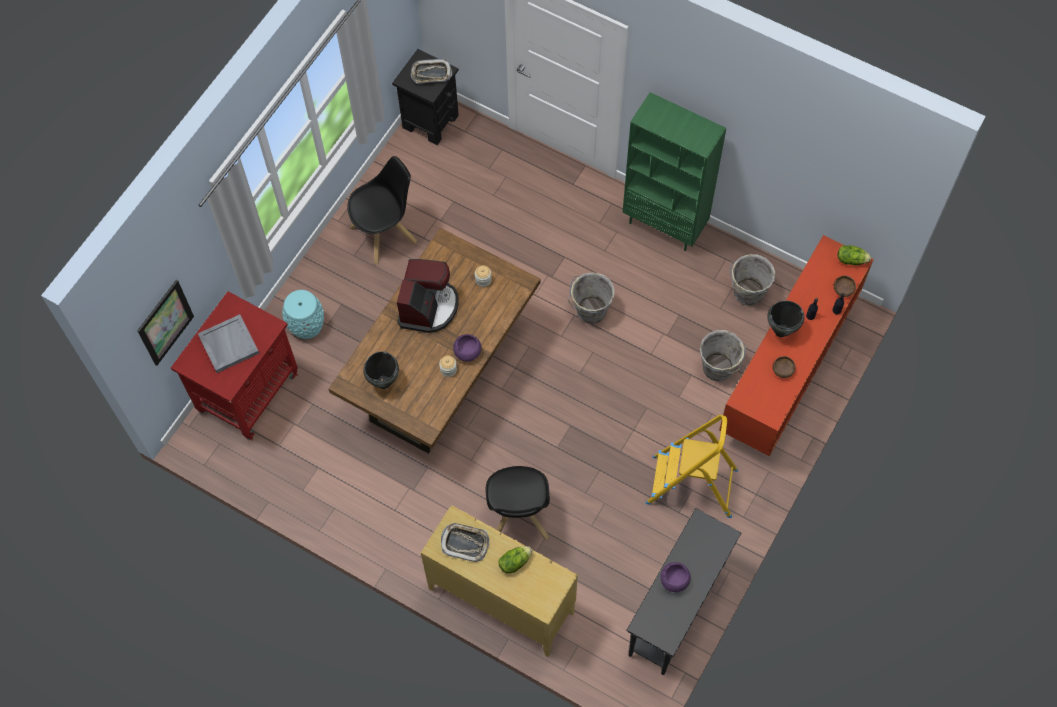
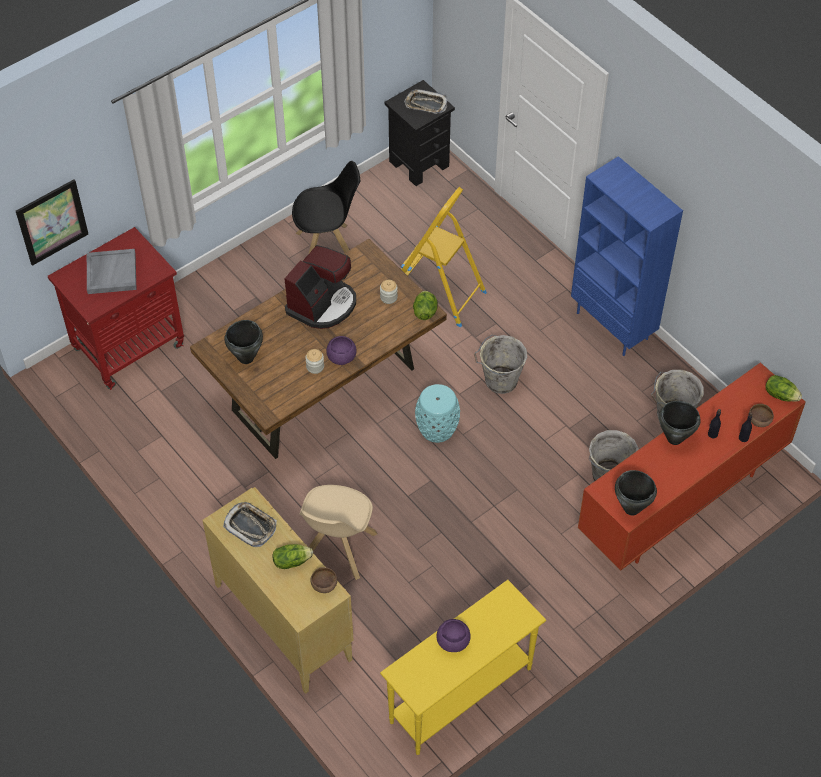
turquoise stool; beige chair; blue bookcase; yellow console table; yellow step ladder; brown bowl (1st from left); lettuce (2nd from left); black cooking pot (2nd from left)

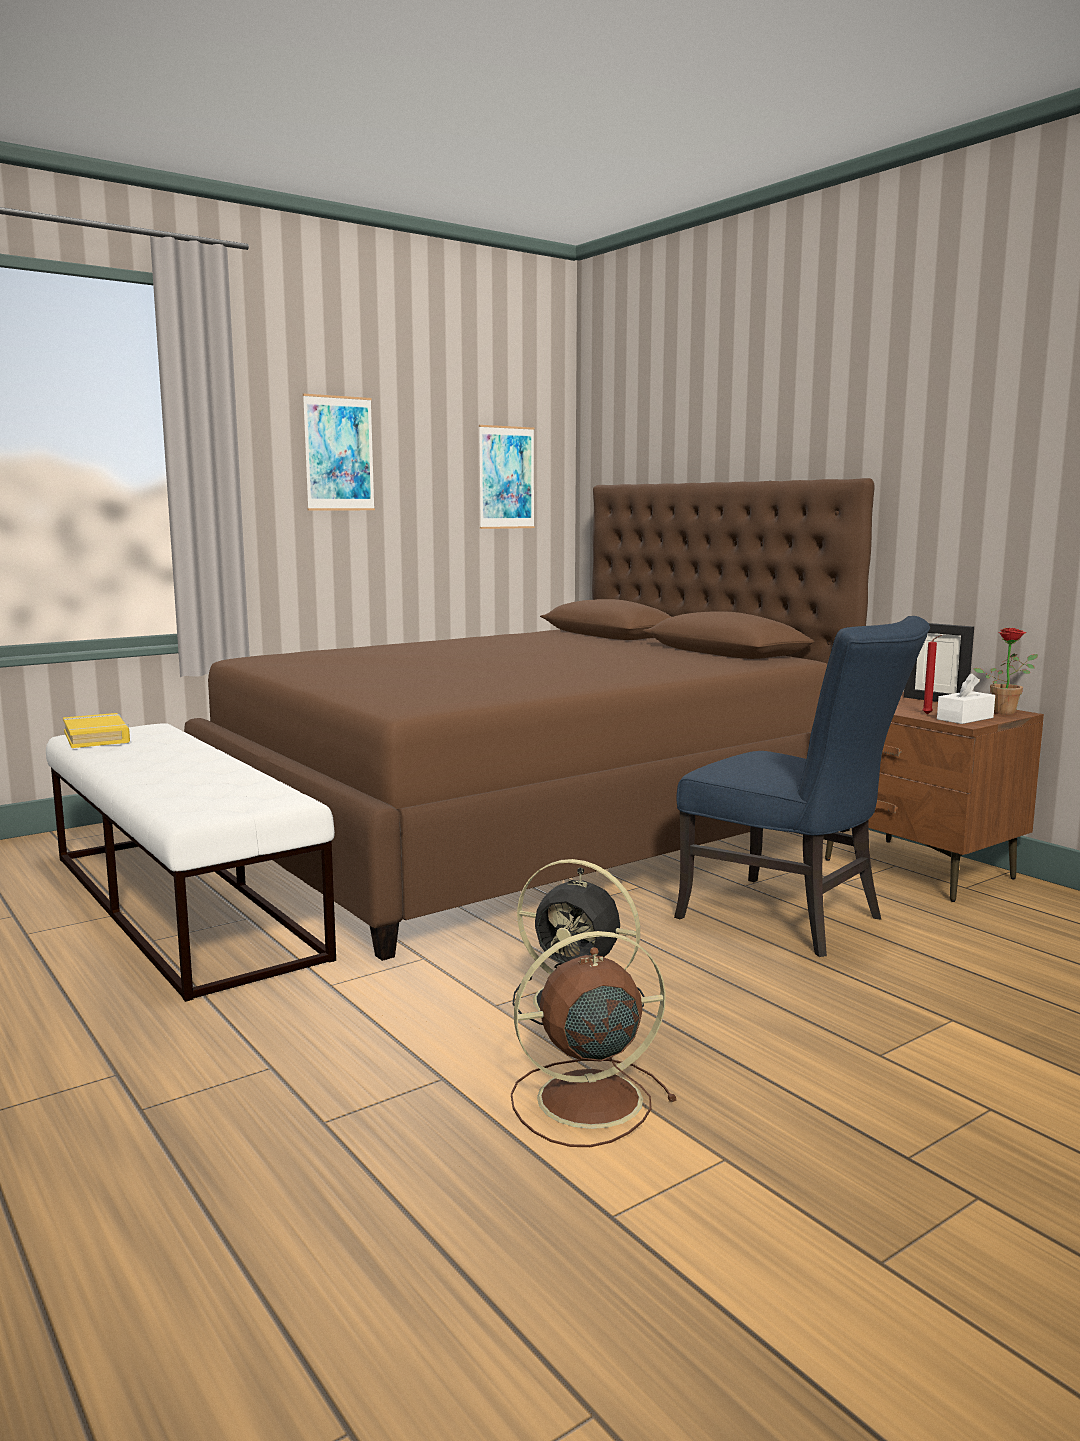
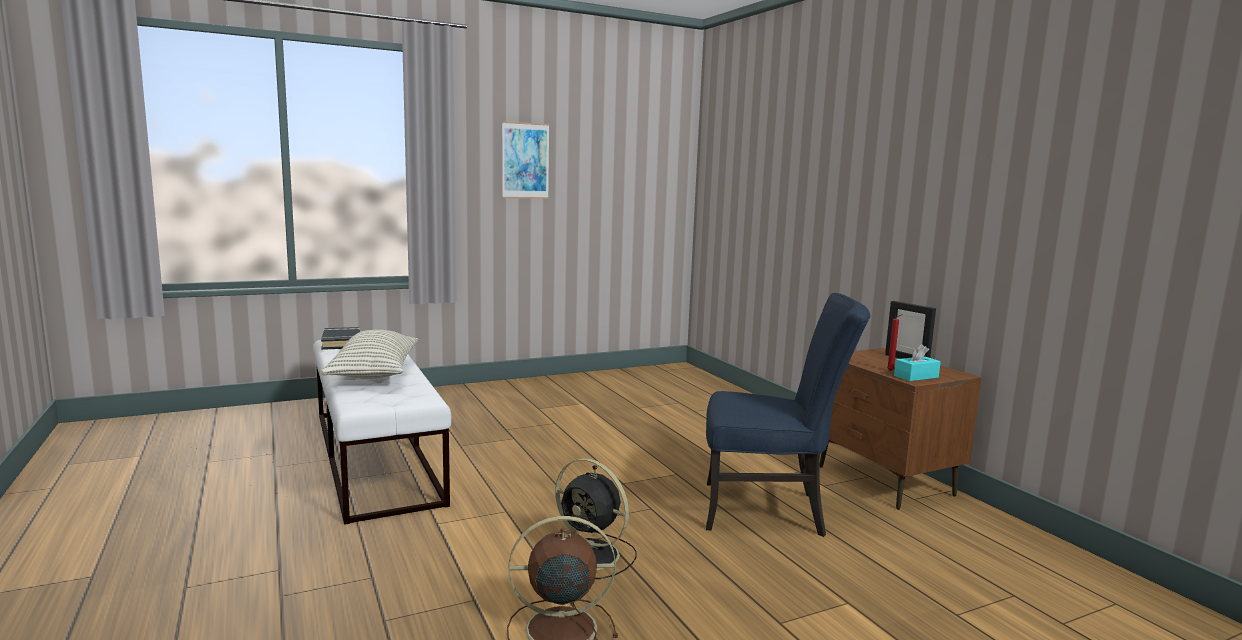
black book; brown bed; picture (2nd from left in the first image); blue chair; turquoise tissue box; potted plant; pillow

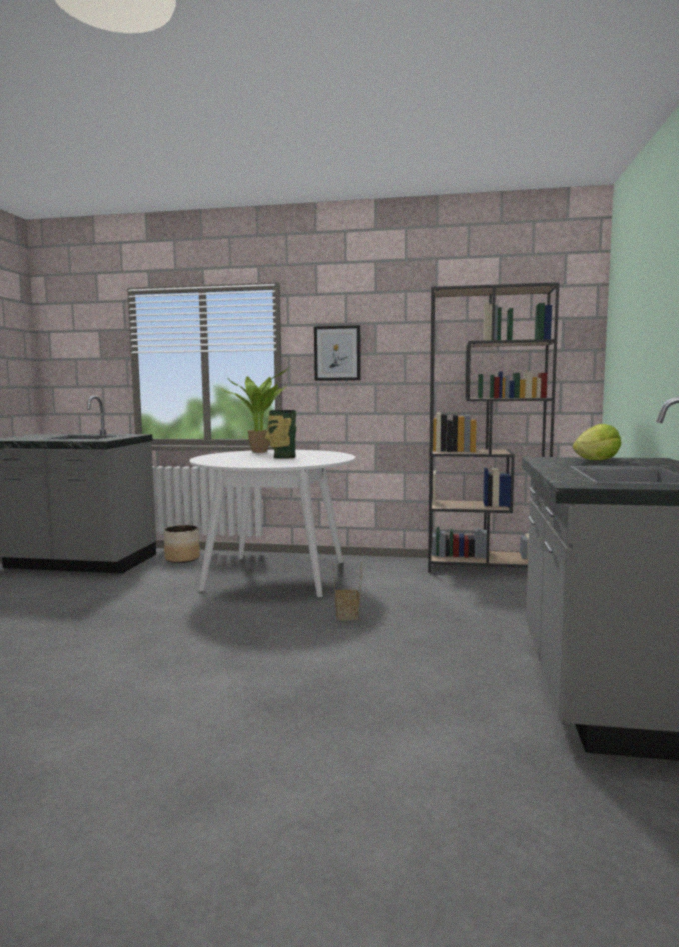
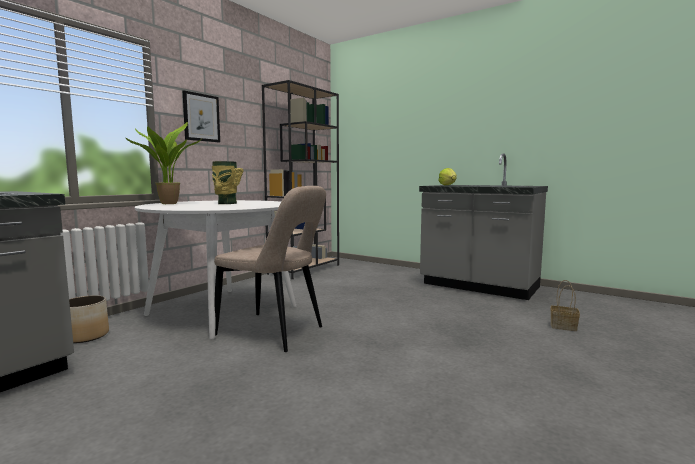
basket; beige chair

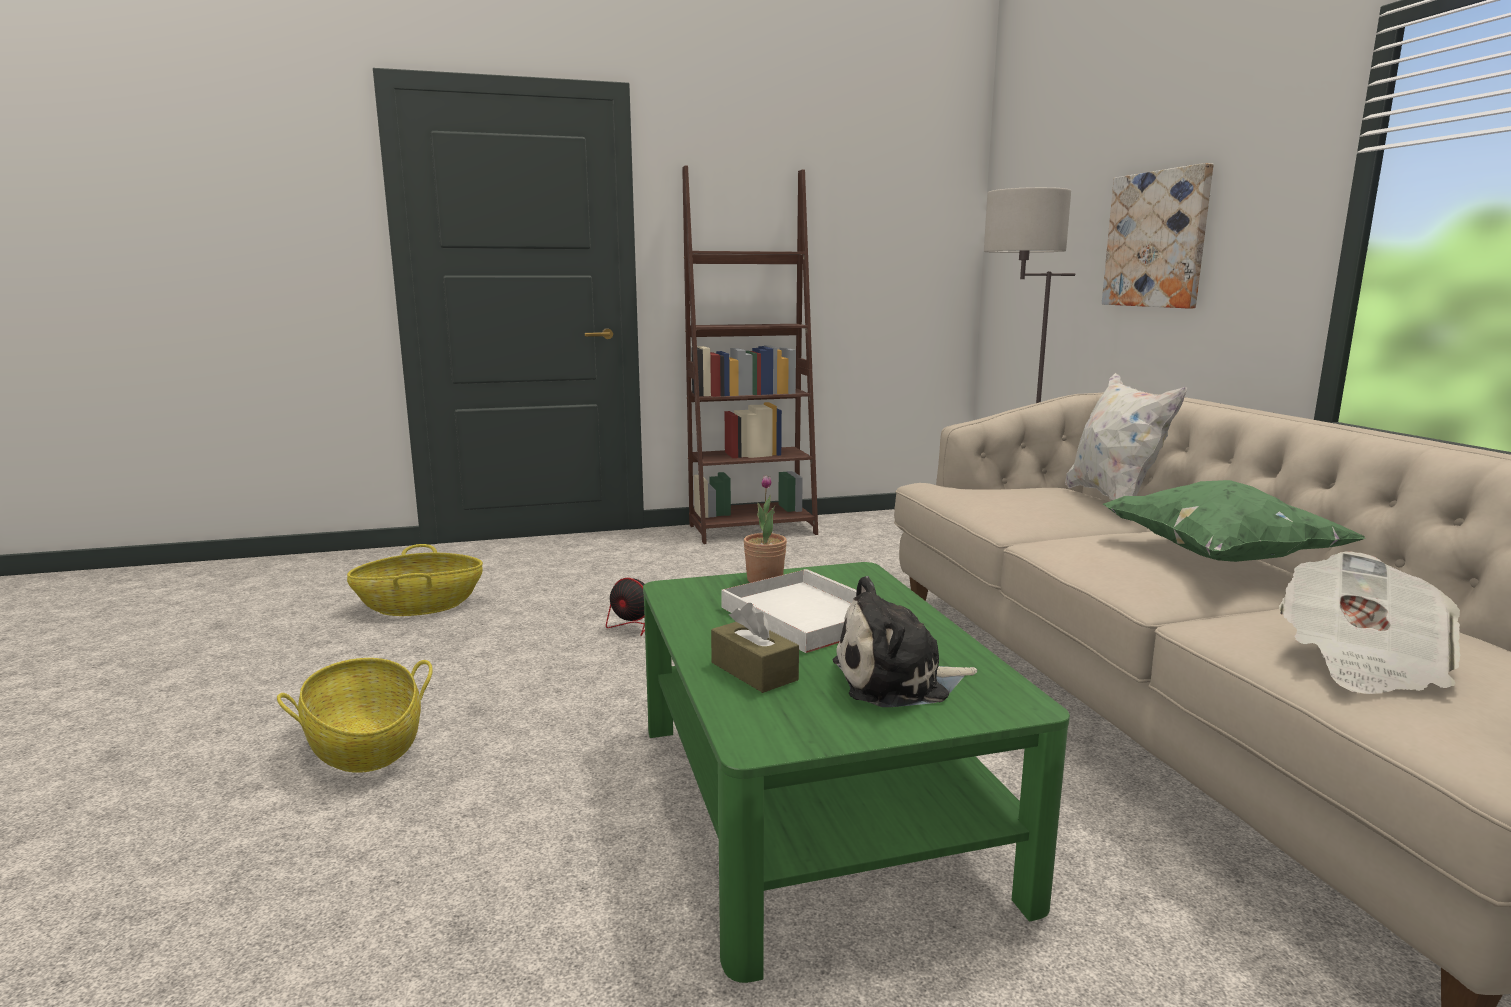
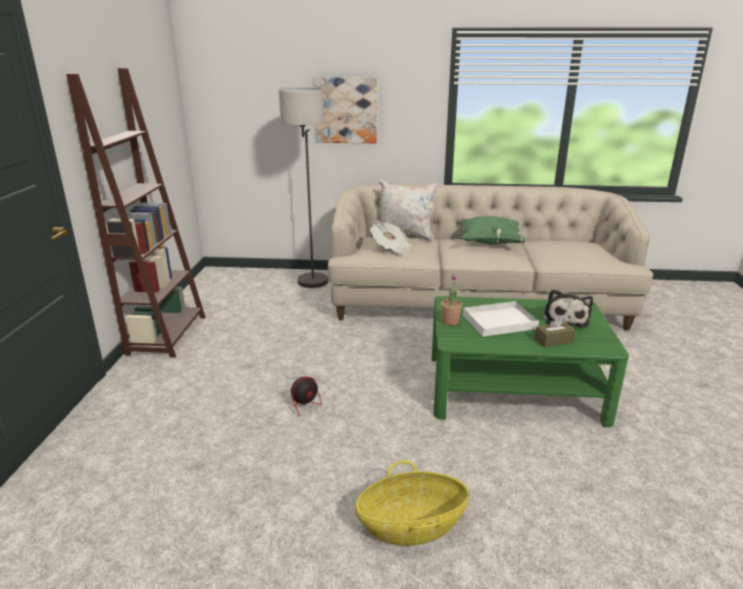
basket (2nd from left in the first image); newspaper

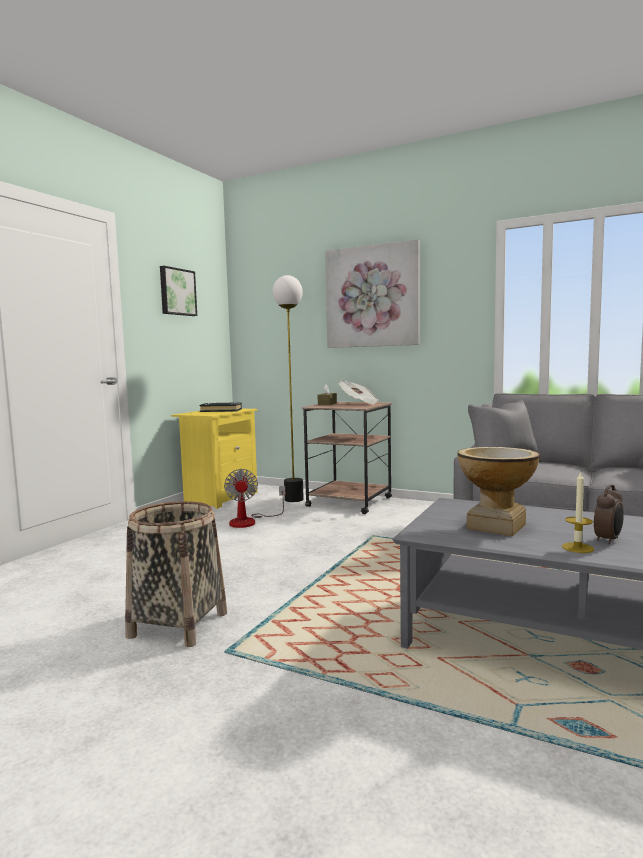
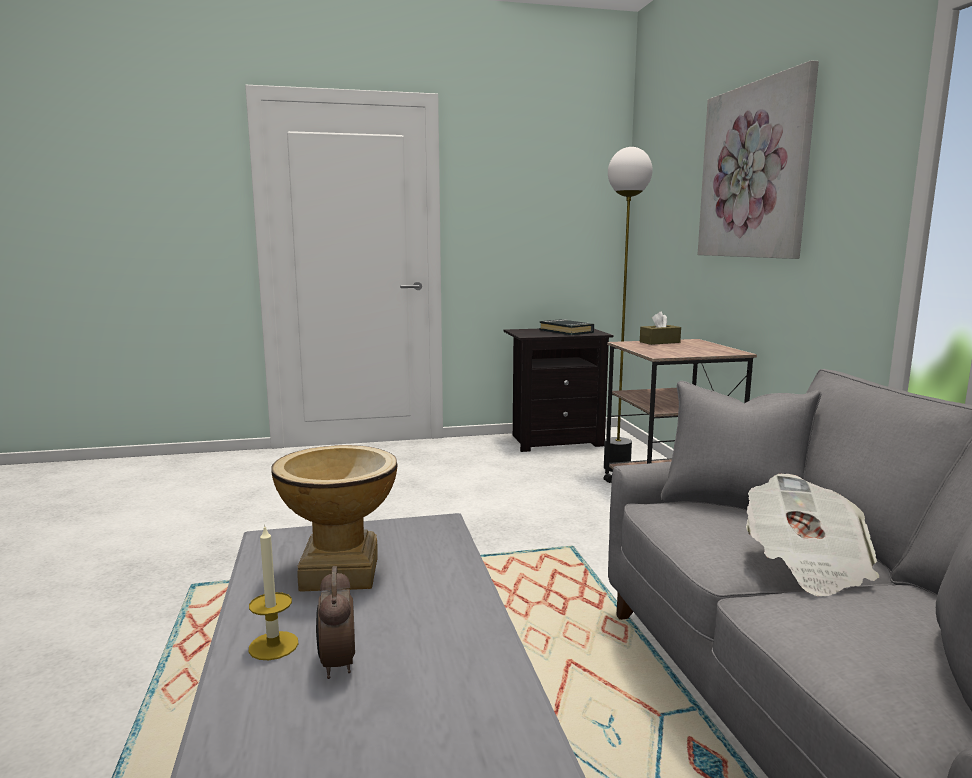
basket; picture (1st from left in the first image); black nightstand; fan; newspaper; alarm clock

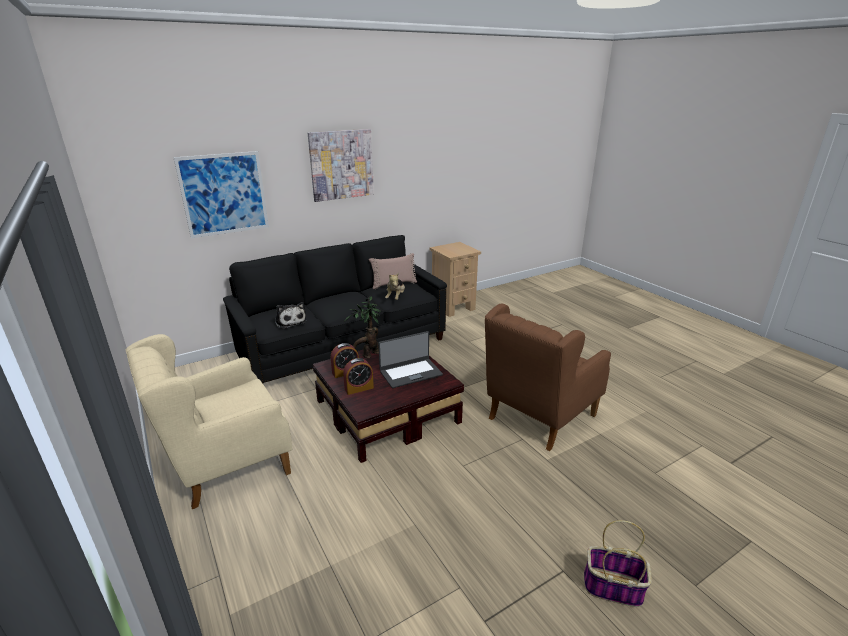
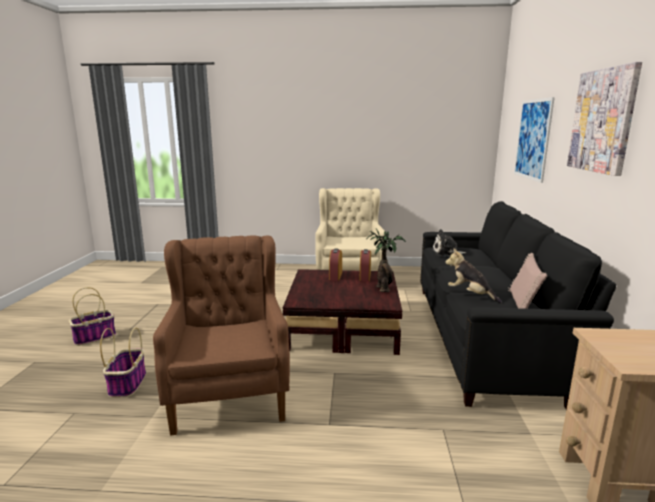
laptop; basket (2nd from left)

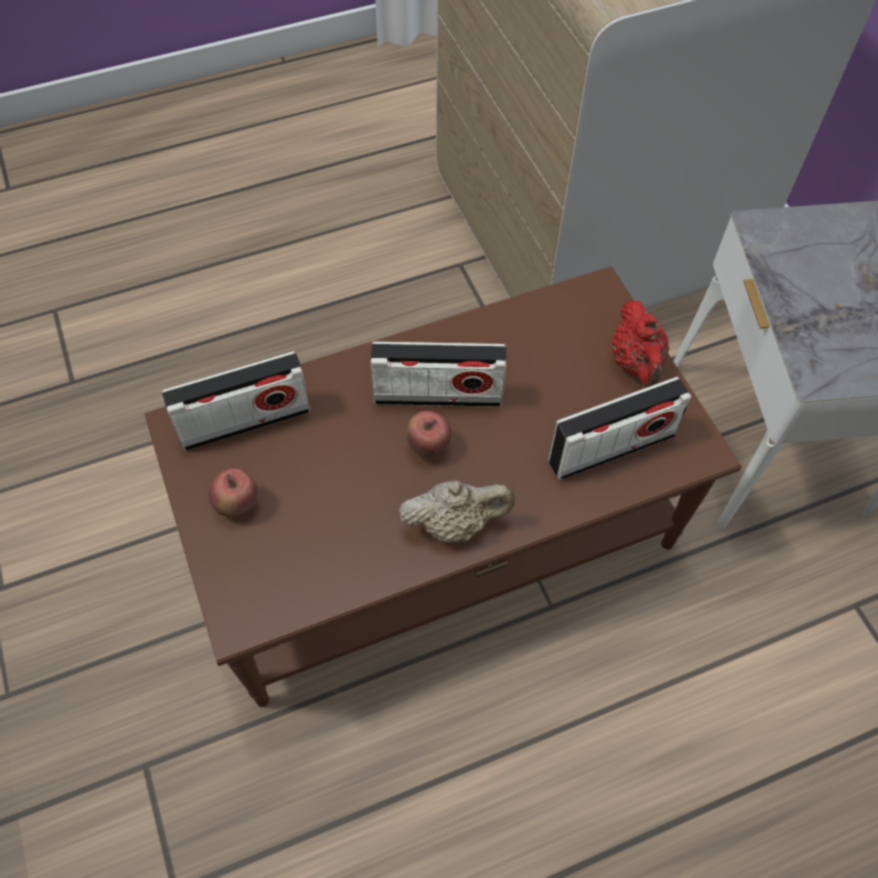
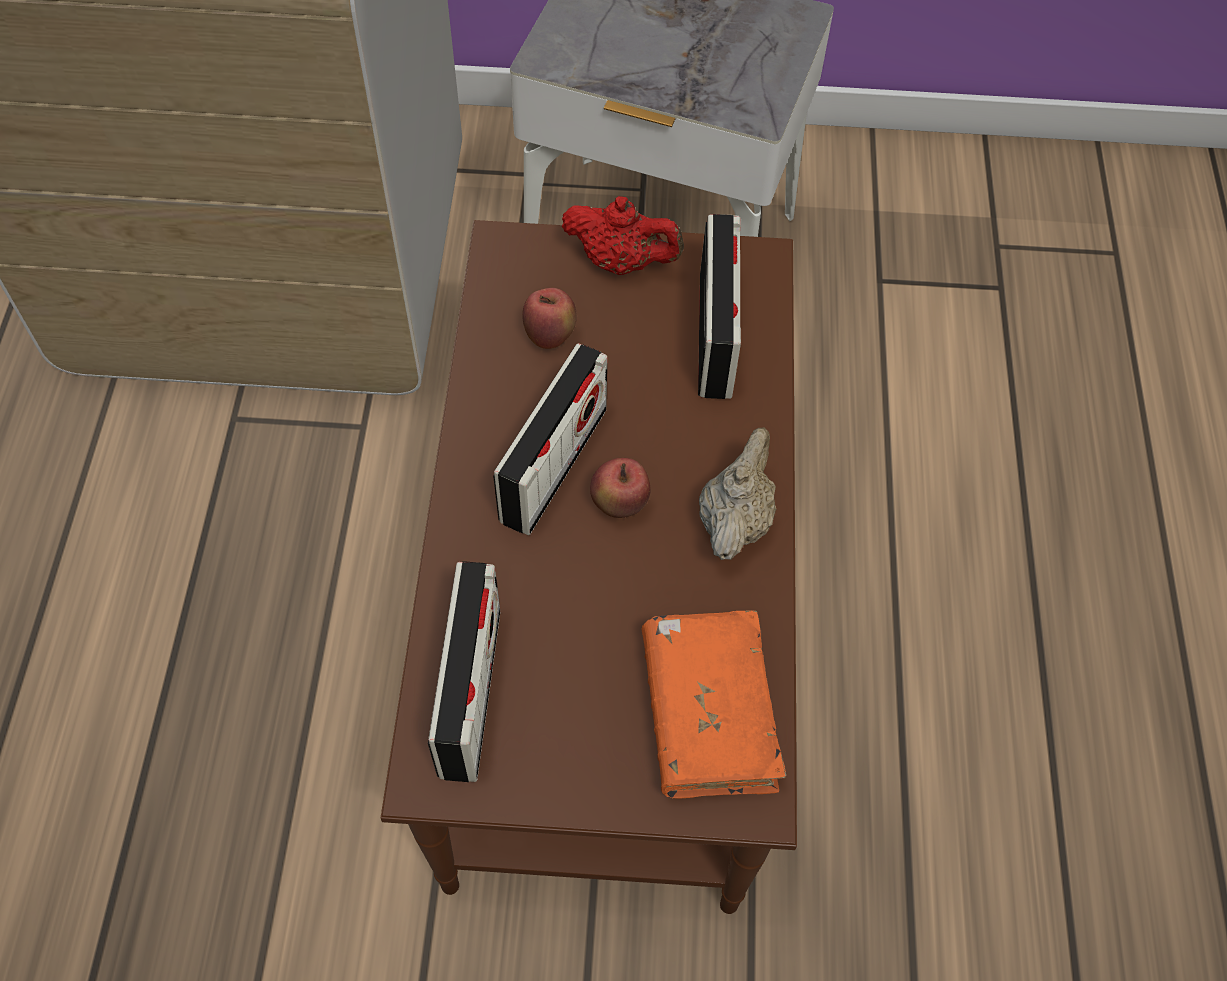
apple (1st from left); orange book

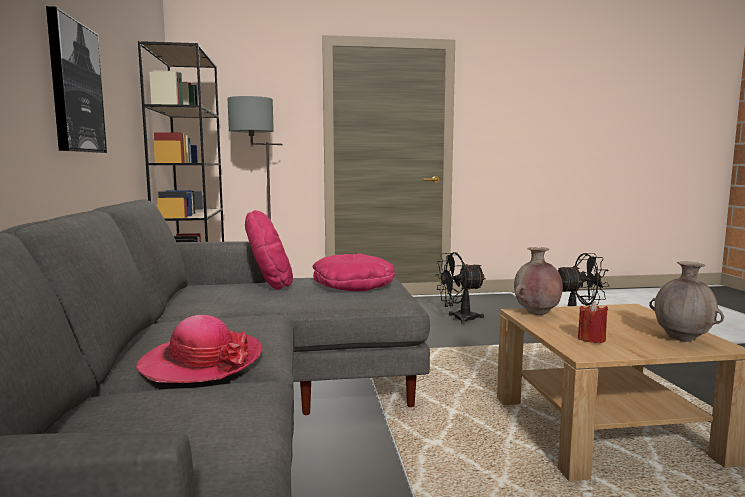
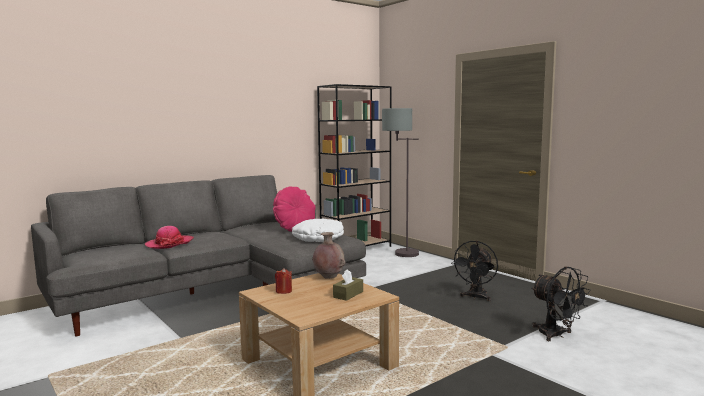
picture; white pillow; black fan (1st from left); brown vase (2nd from left in the first image); brown tissue box

